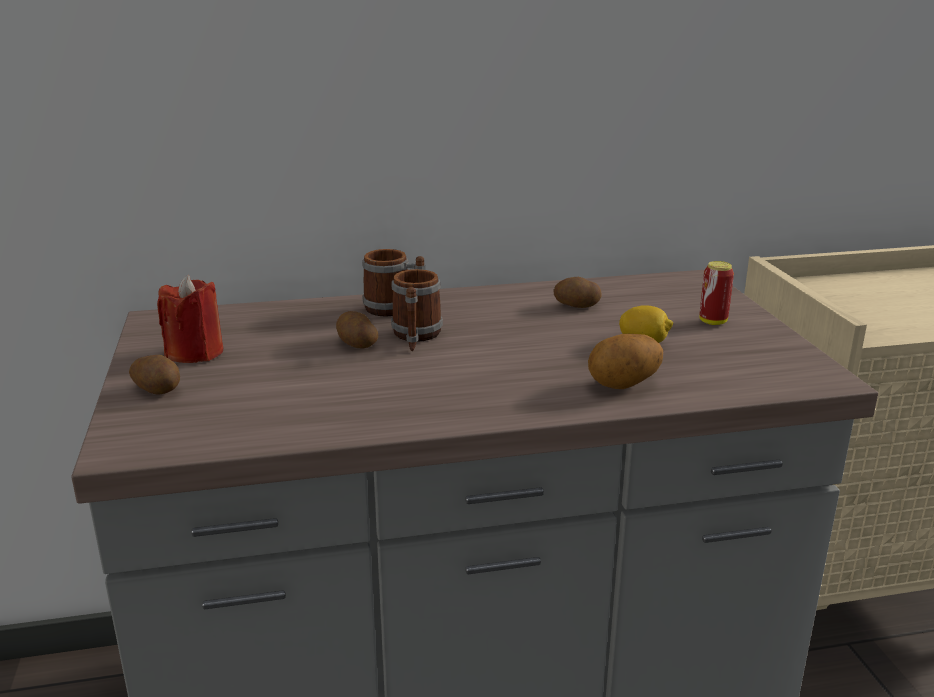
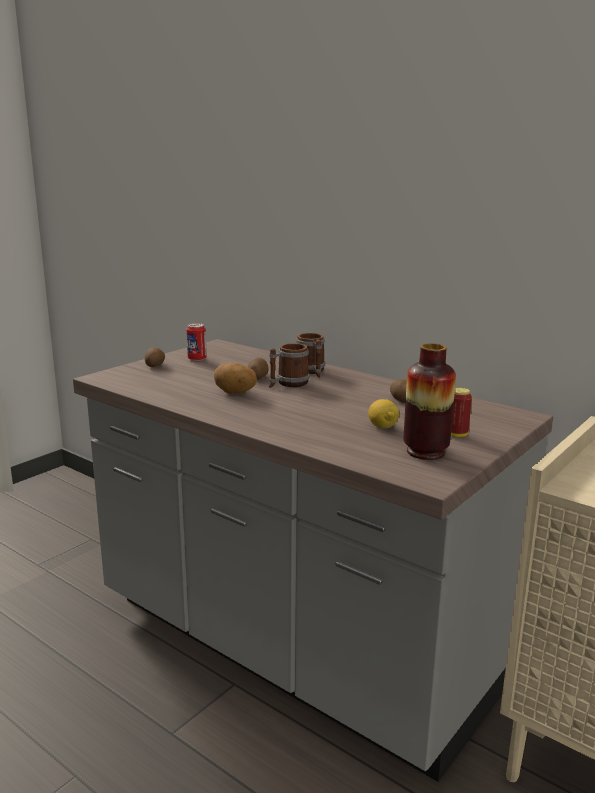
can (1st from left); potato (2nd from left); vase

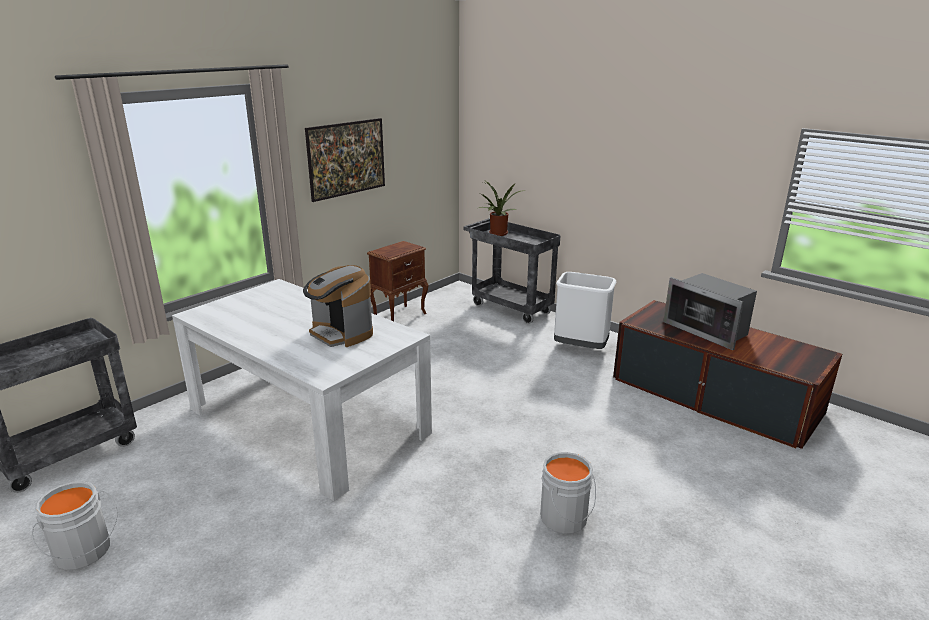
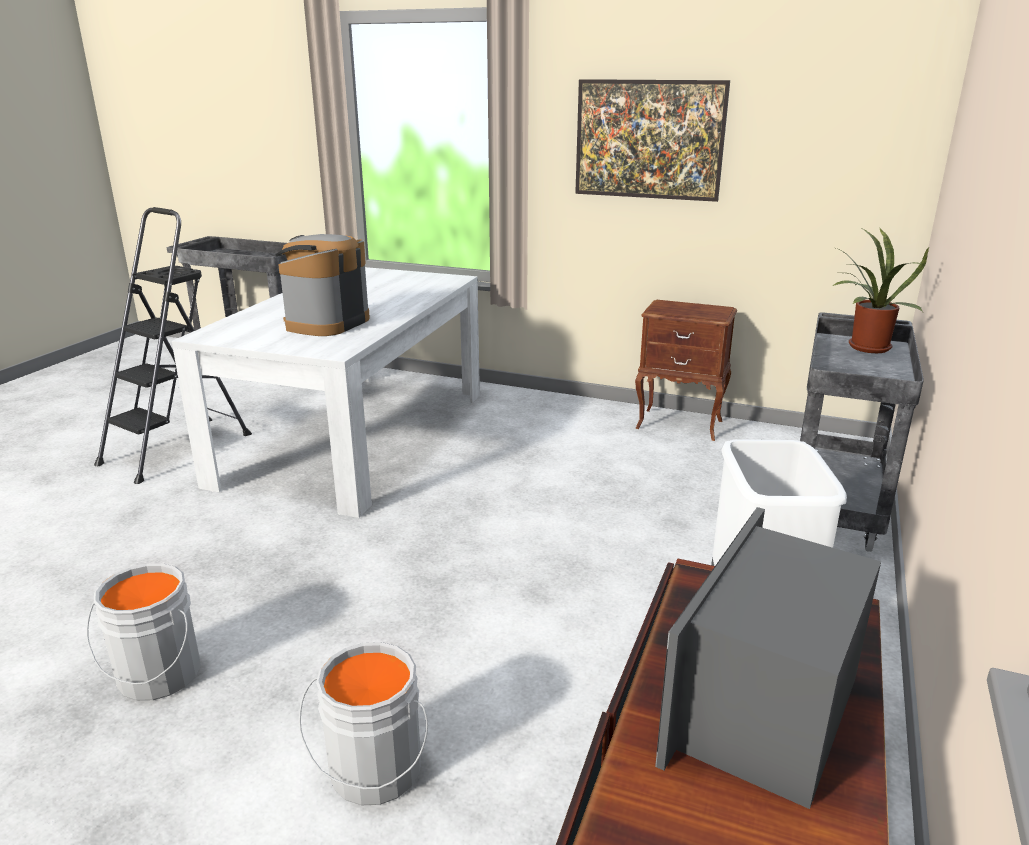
grey bucket (2nd from left); step ladder

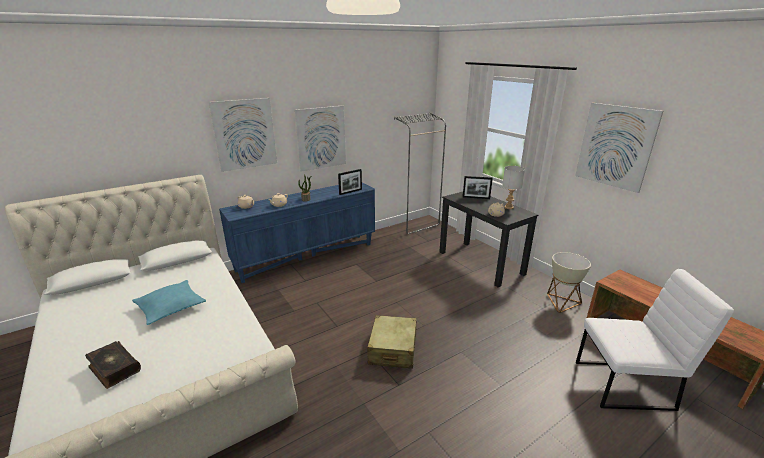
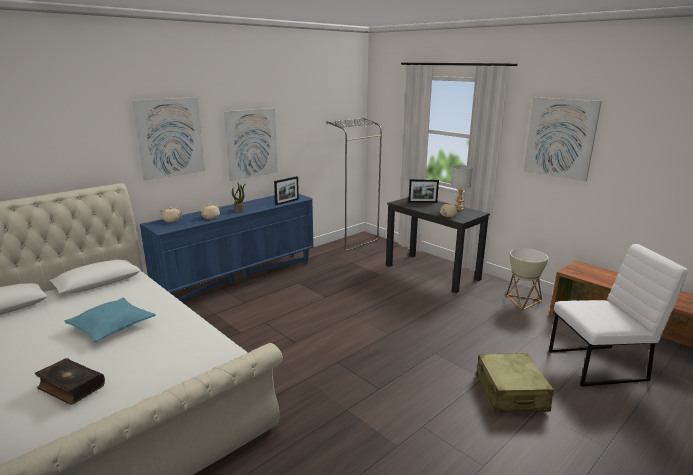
beige suitcase

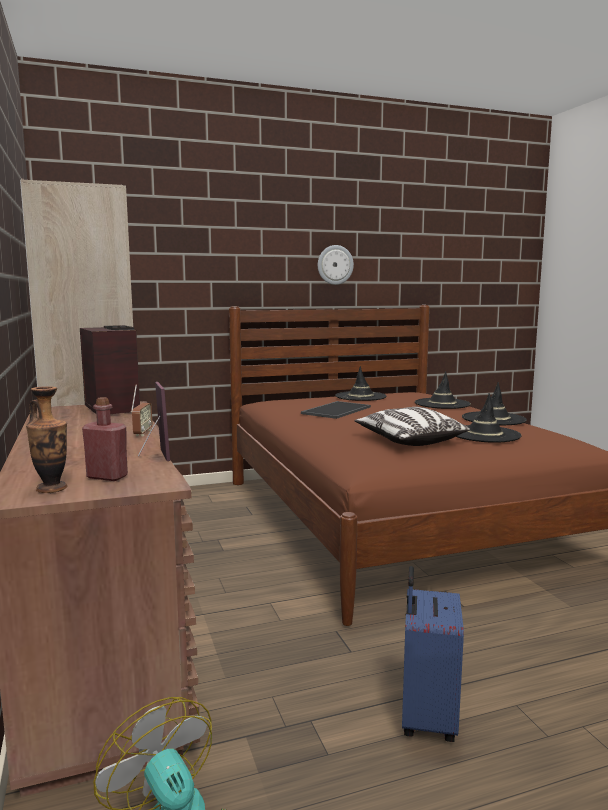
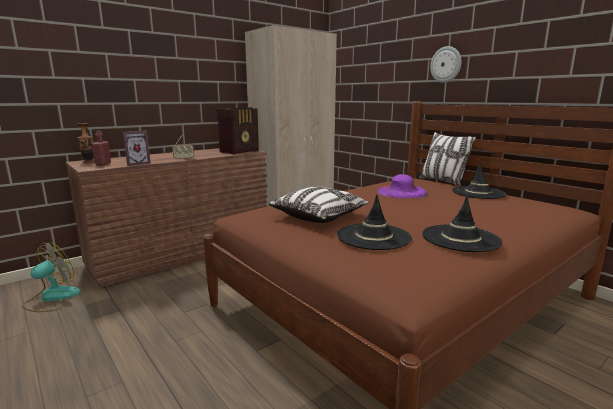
purple hat; wall clock; blue suitcase; black hat (2nd from left in the first image); pillow (2nd from left)

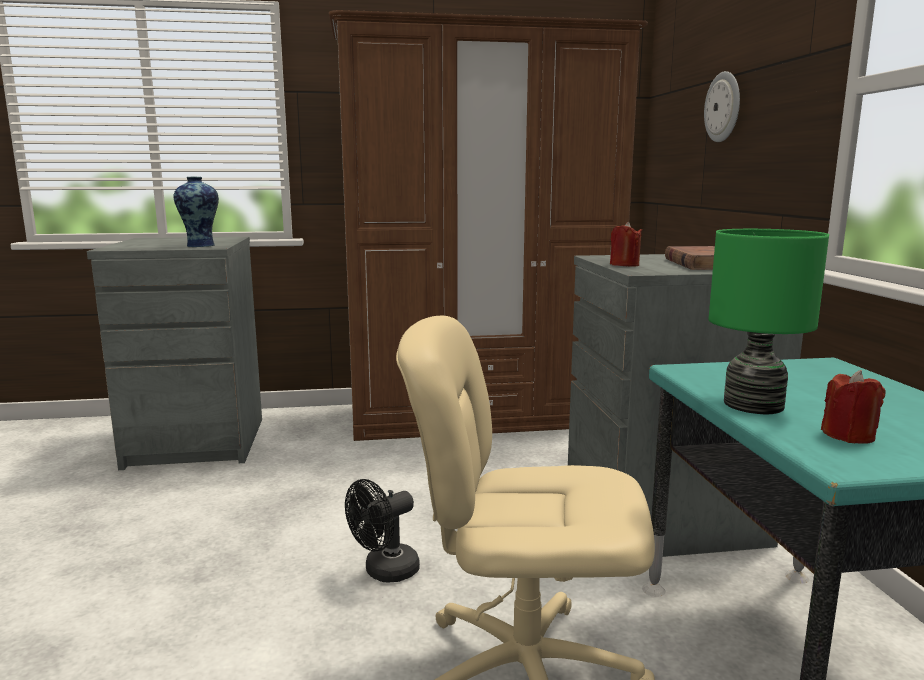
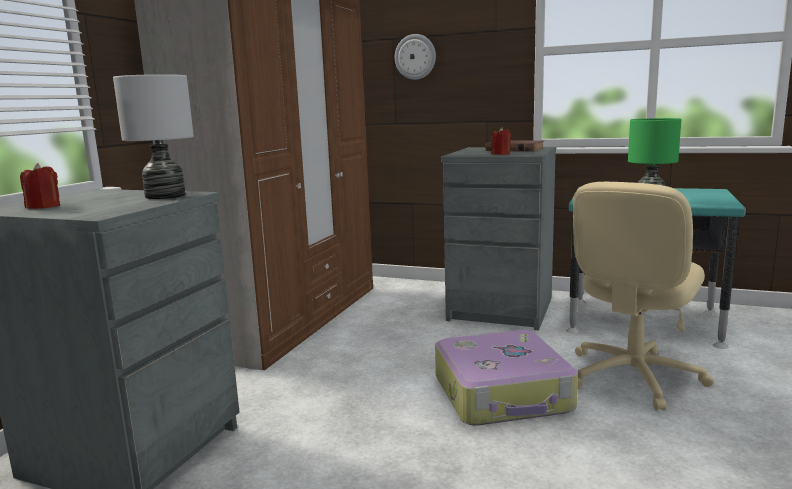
grey table lamp; suitcase; red candle (1st from left)

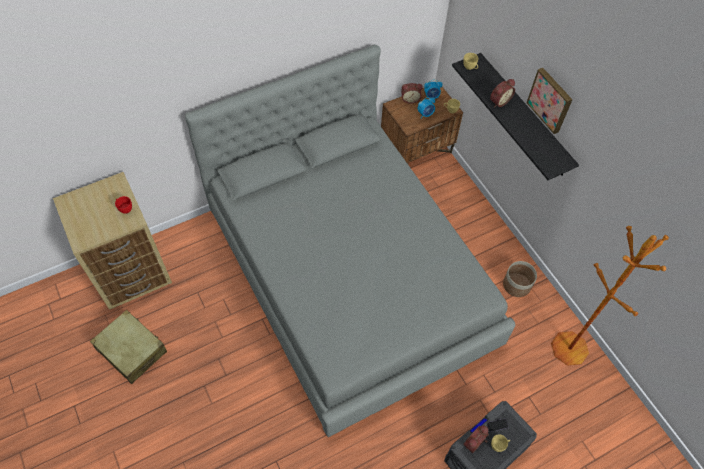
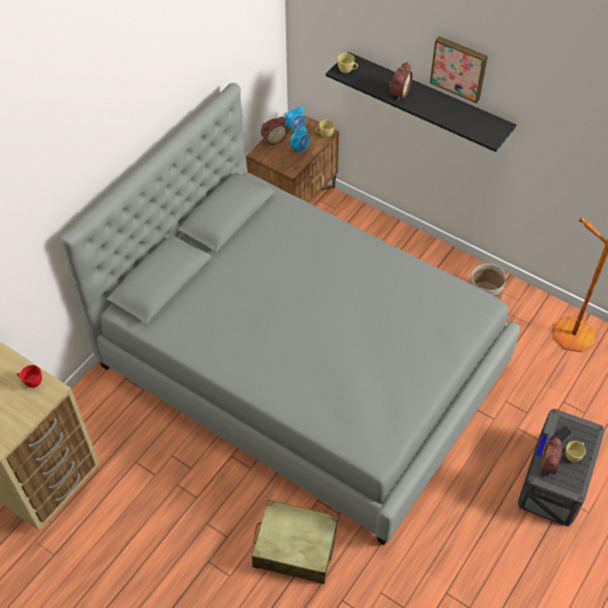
beige suitcase

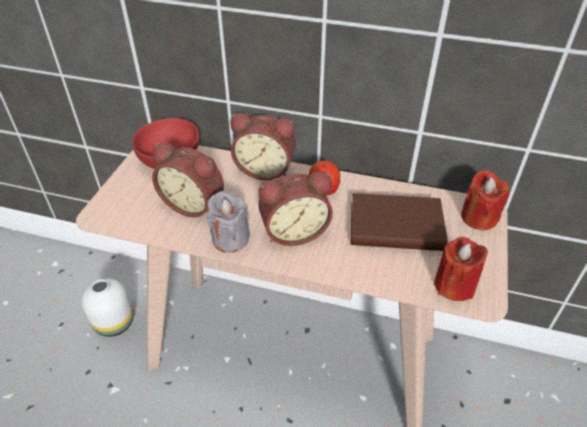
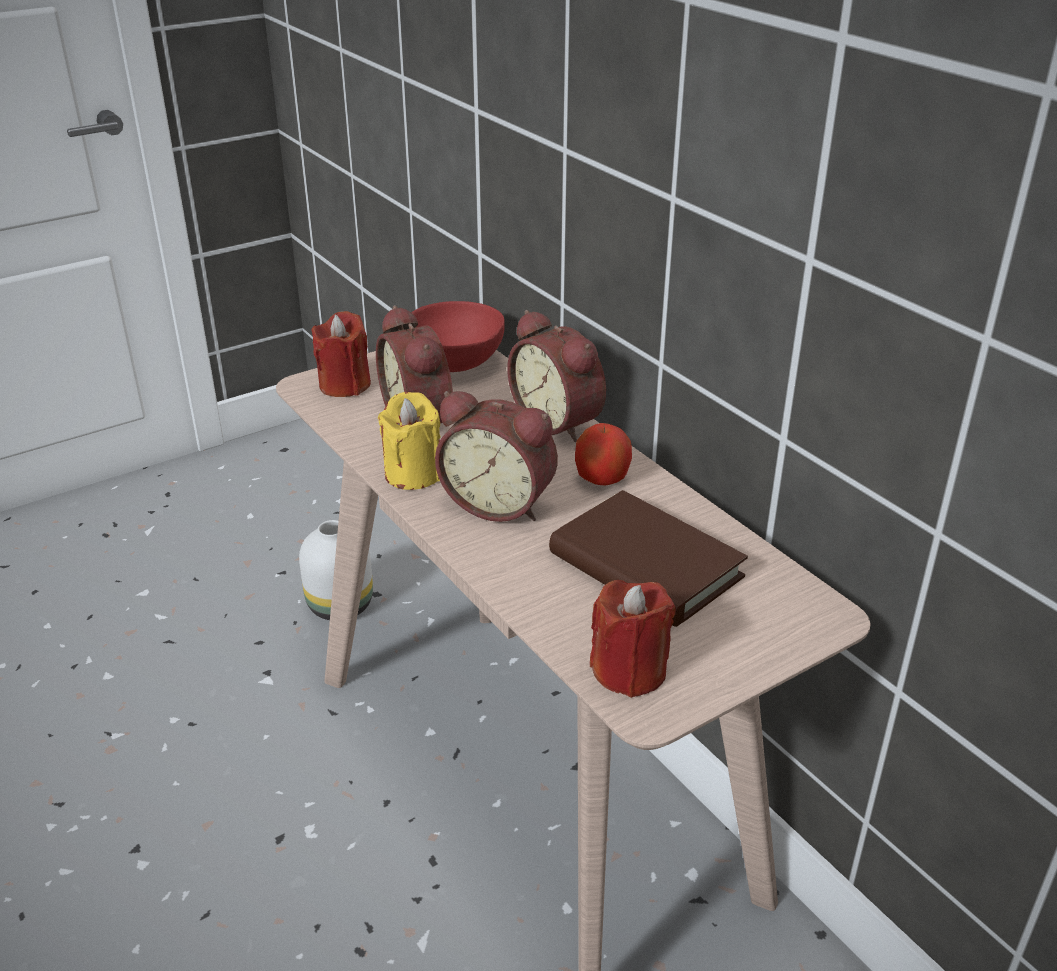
yellow candle; red candle (1st from left)

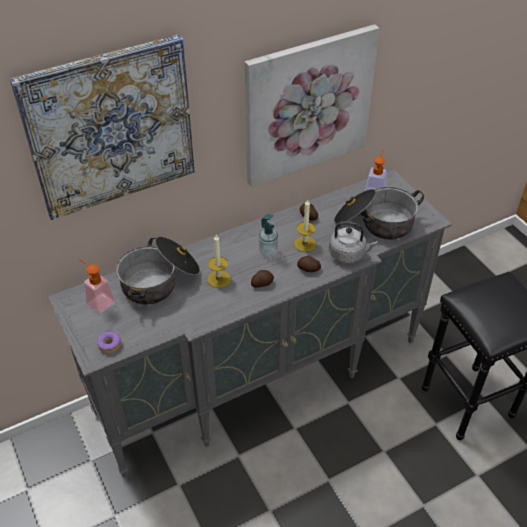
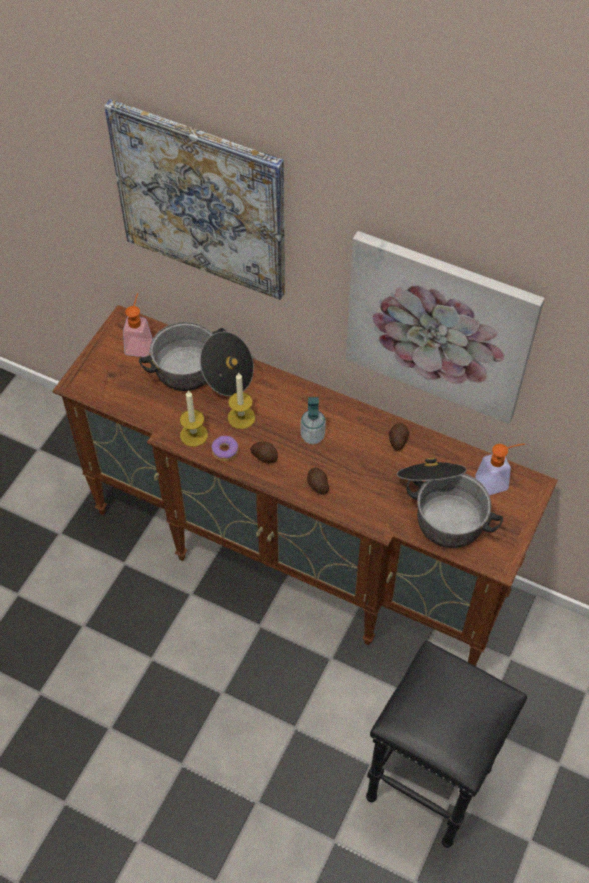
brown cabinet; donut; candle (1st from left); grey kettle

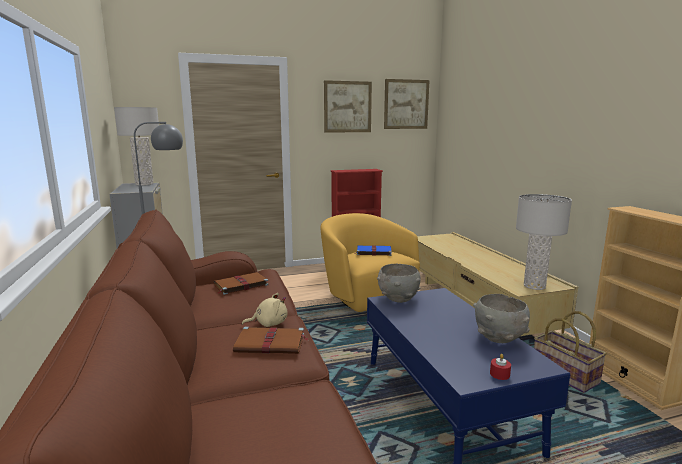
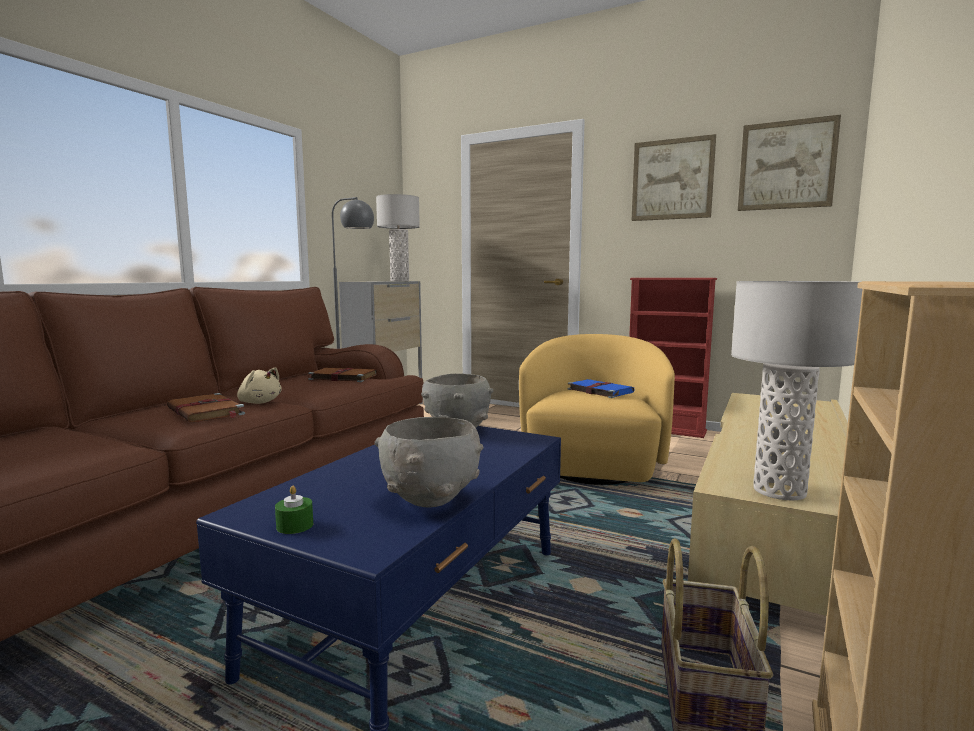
green candle

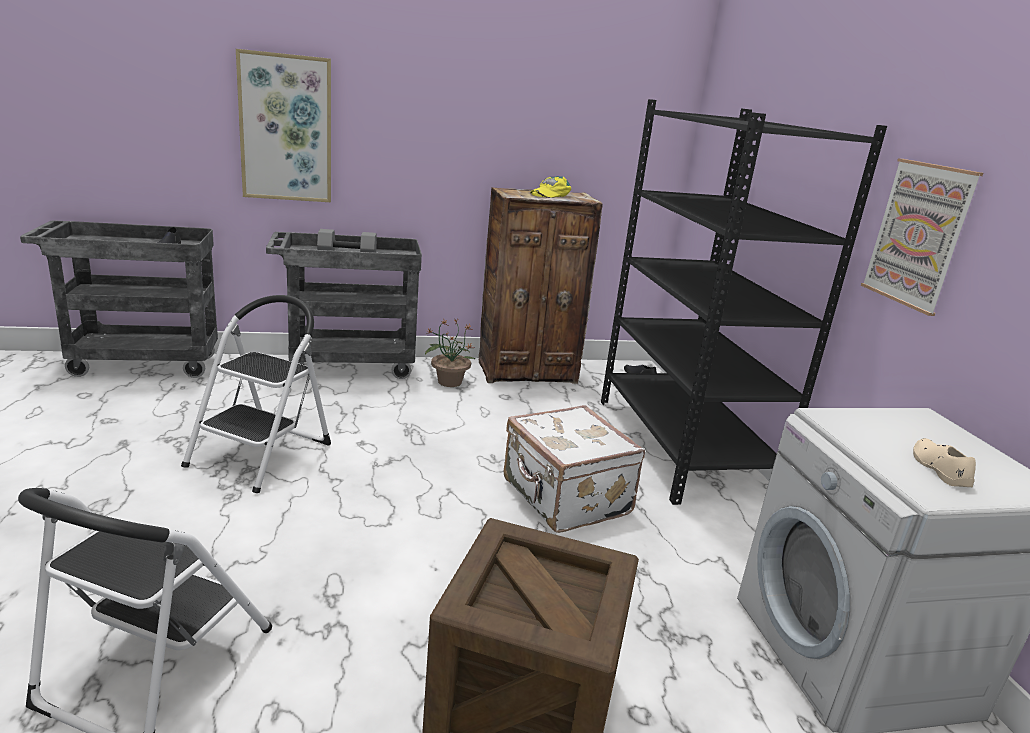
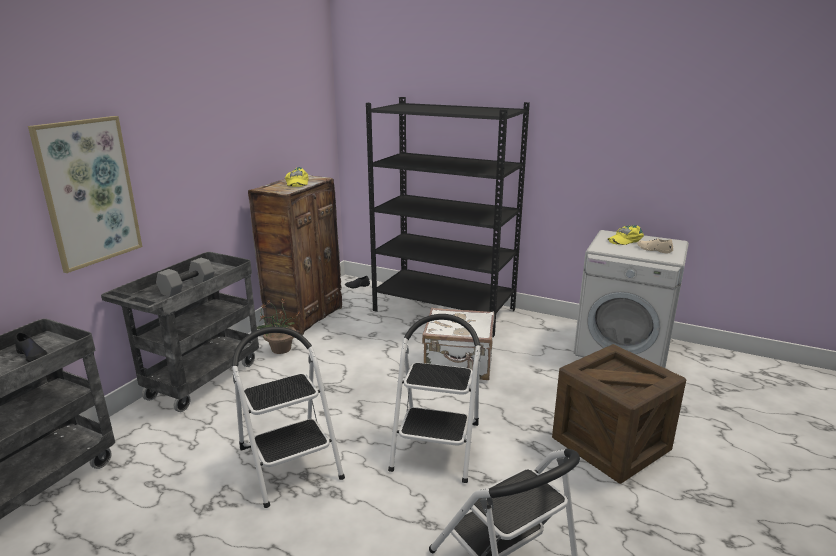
picture (2nd from left in the first image); step ladder (2nd from left); yellow cap (2nd from left)

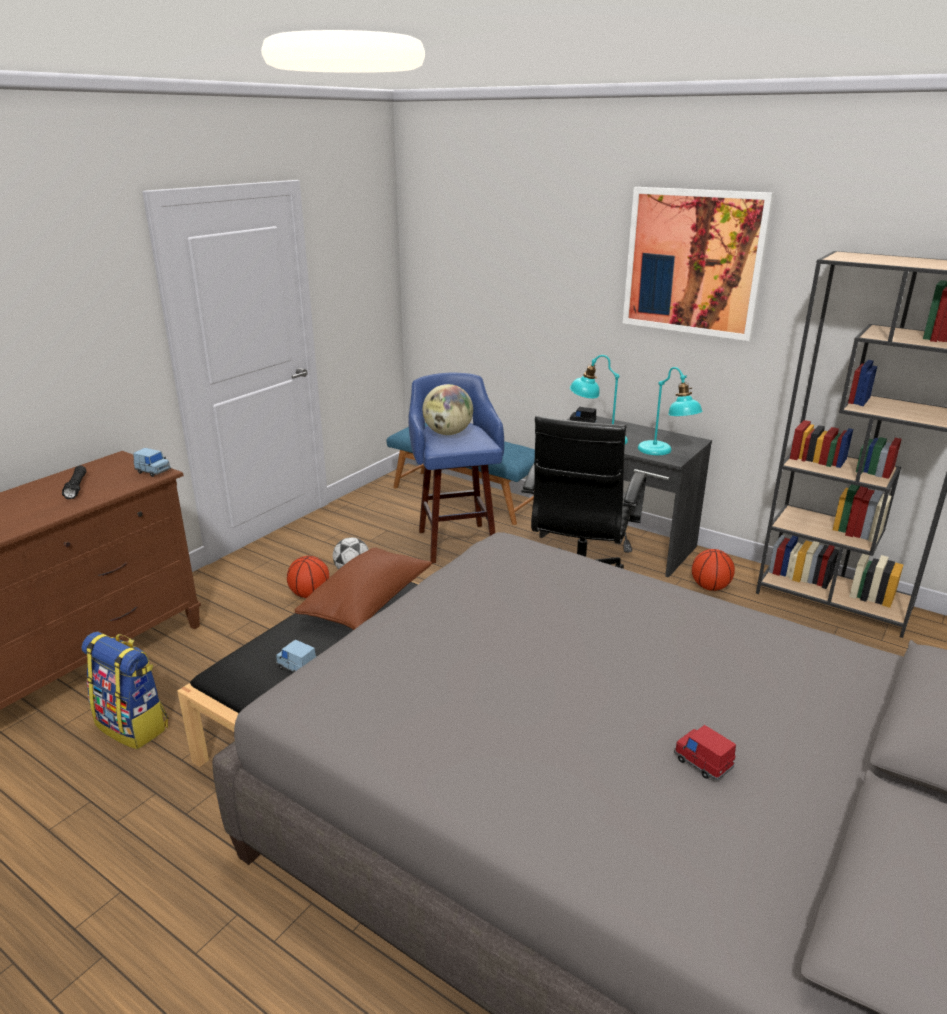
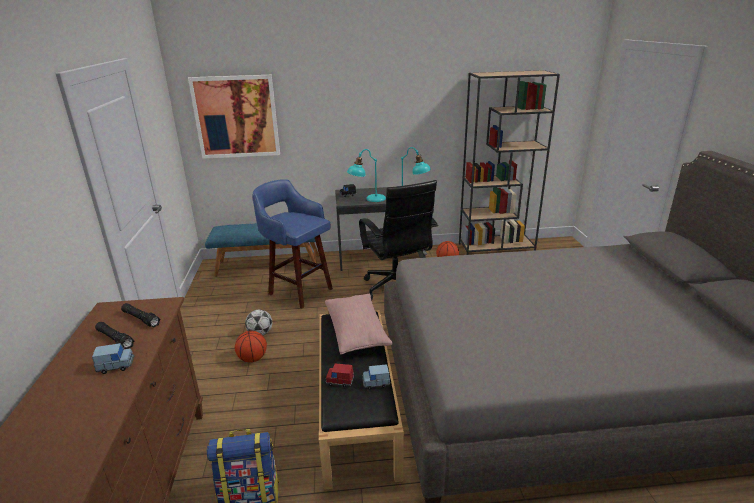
blue toy car (1st from left); pink pillow; globe; picture; red toy car; black flashlight (2nd from left)

